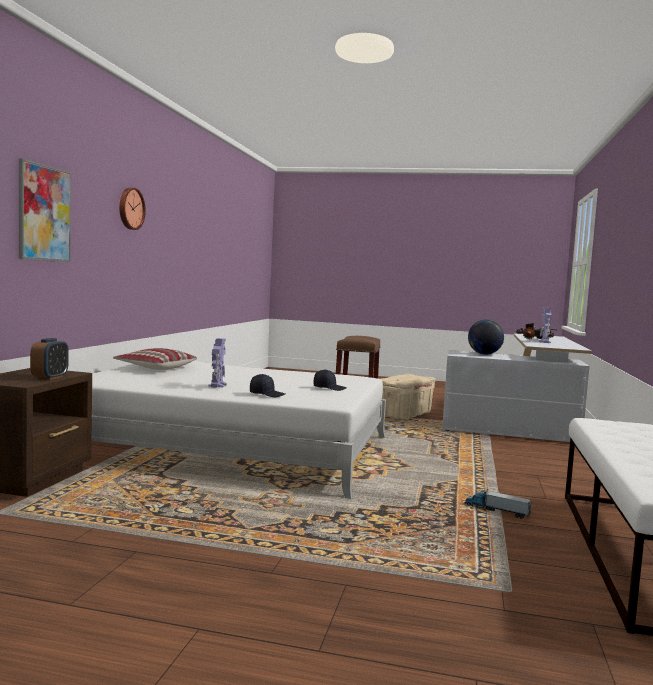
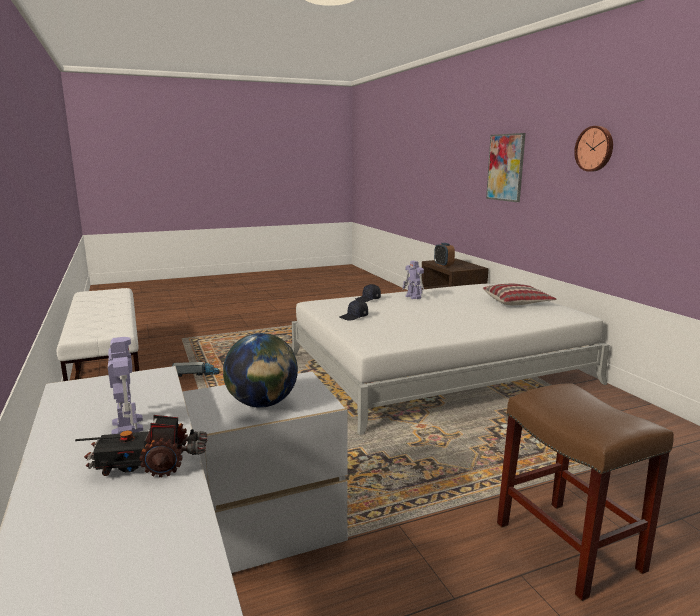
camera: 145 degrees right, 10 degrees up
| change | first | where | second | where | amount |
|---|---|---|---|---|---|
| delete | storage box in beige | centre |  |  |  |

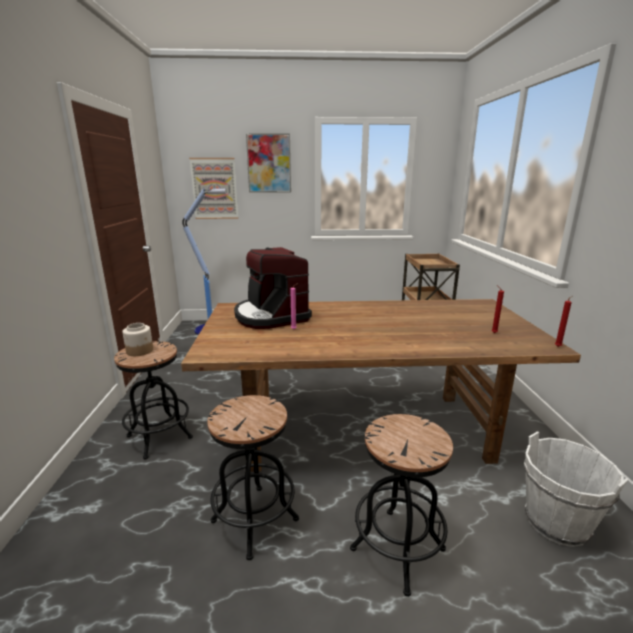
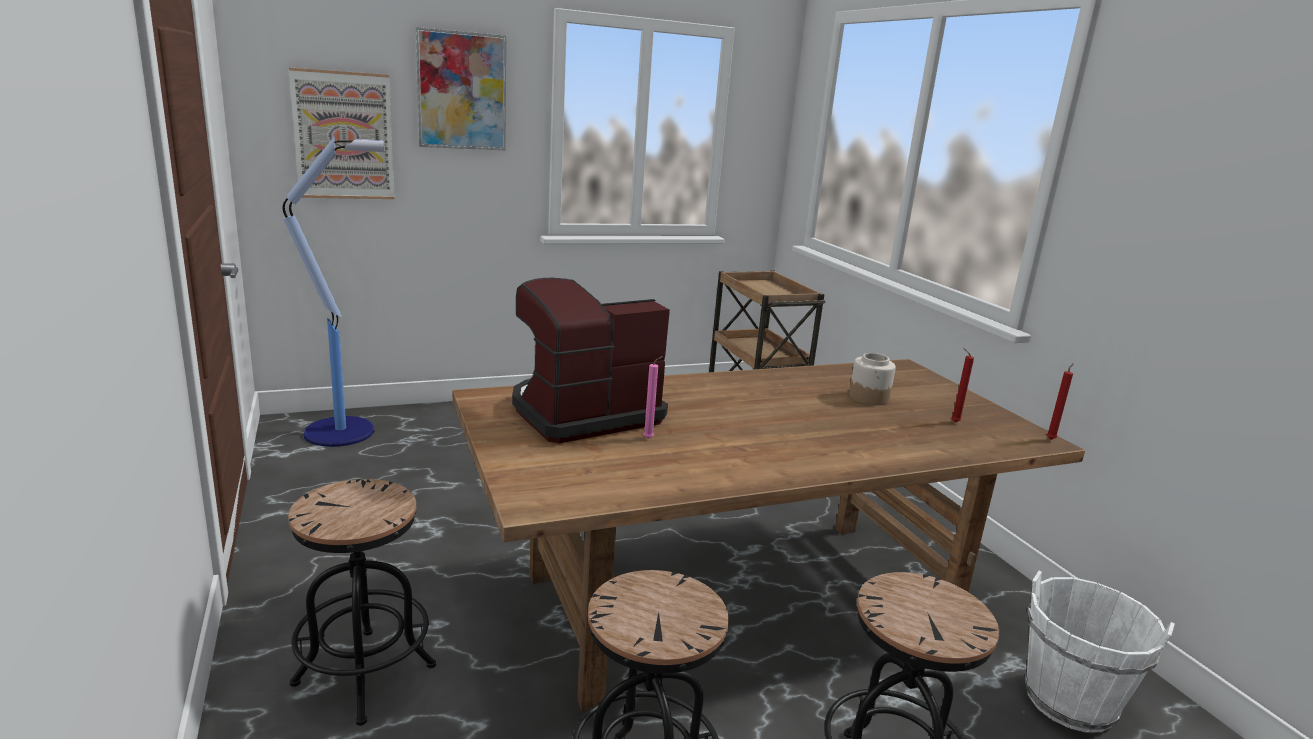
camera: 20 degrees left, 0 degrees up
| change | first | where | second | where | amount |
|---|---|---|---|---|---|
| move | jar | middle left |  | centre |  |
| rotate | coffee machine | centre |  | centre | 105 degrees clockwise |

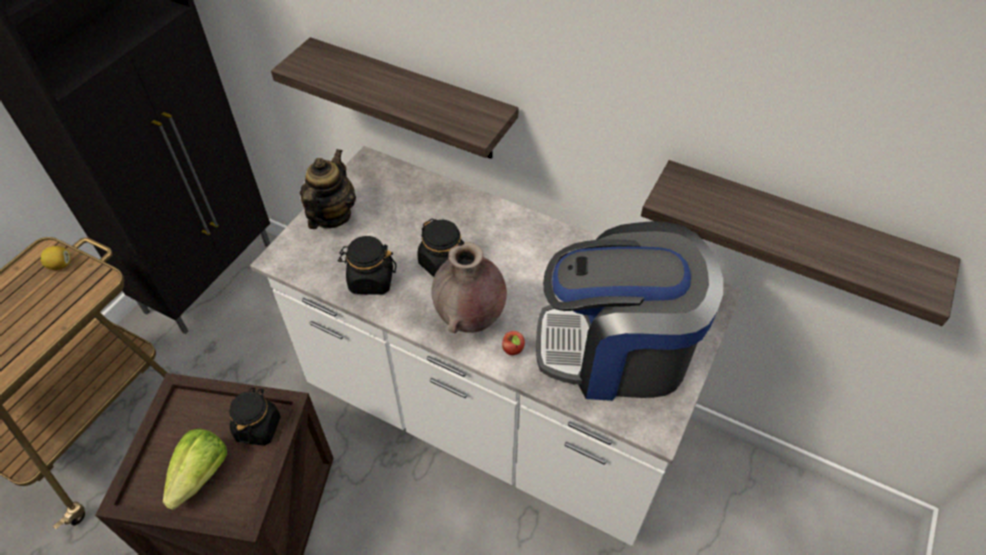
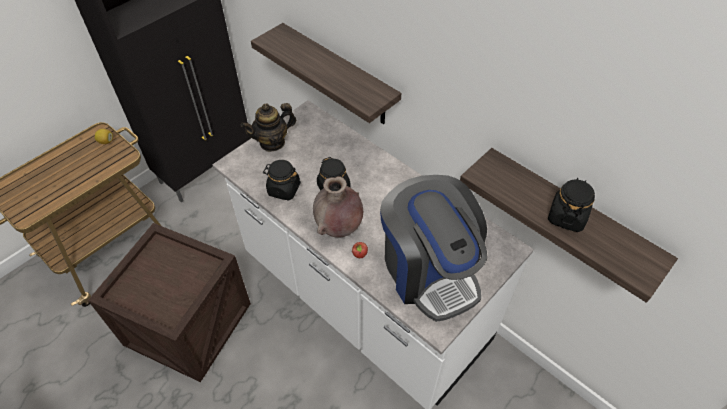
camera: 15 degrees right, 0 degrees up
| change | first | where | second | where | amount |
|---|---|---|---|---|---|
| delete | lettuce | bottom left |  |  |  |
| move | jar in black (1st from left in the first image) | bottom left | jar in black (3rd from left) | middle right |  |
| rotate | teapot | middle left |  | top centre | 150 degrees counterclockwise |
| rotate | coffee machine | centre |  | centre | 135 degrees counterclockwise |

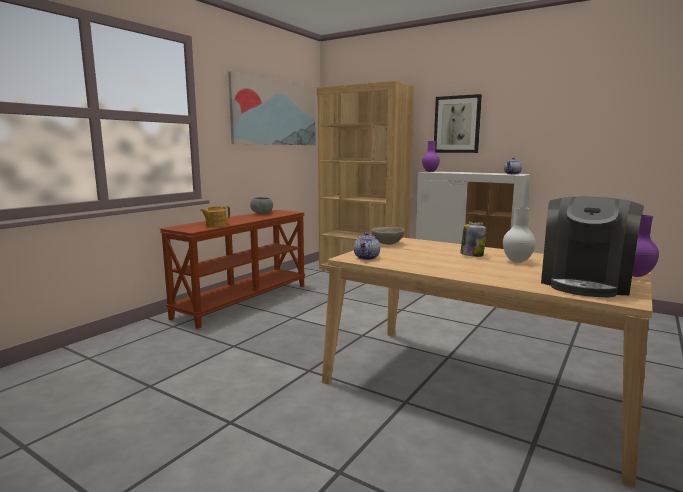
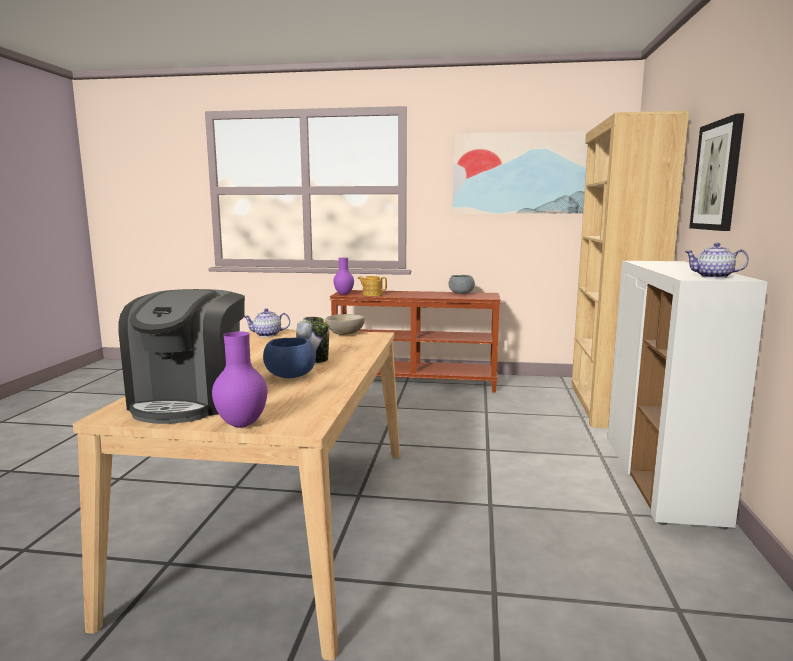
camera: 65 degrees right, 0 degrees up
| change | first | where | second | where | amount |
|---|---|---|---|---|---|
| move | vase in purple (1st from left in the first image) | top centre | vase in purple (2nd from left) | centre |  |
| replace | vase in white | middle right | bowl in blue | centre |  |
| rotate | coffee machine | middle right |  | middle left | 90 degrees counterclockwise |

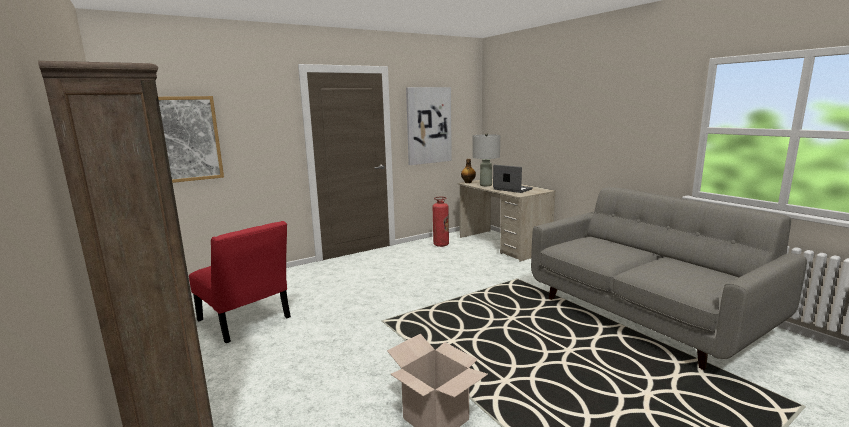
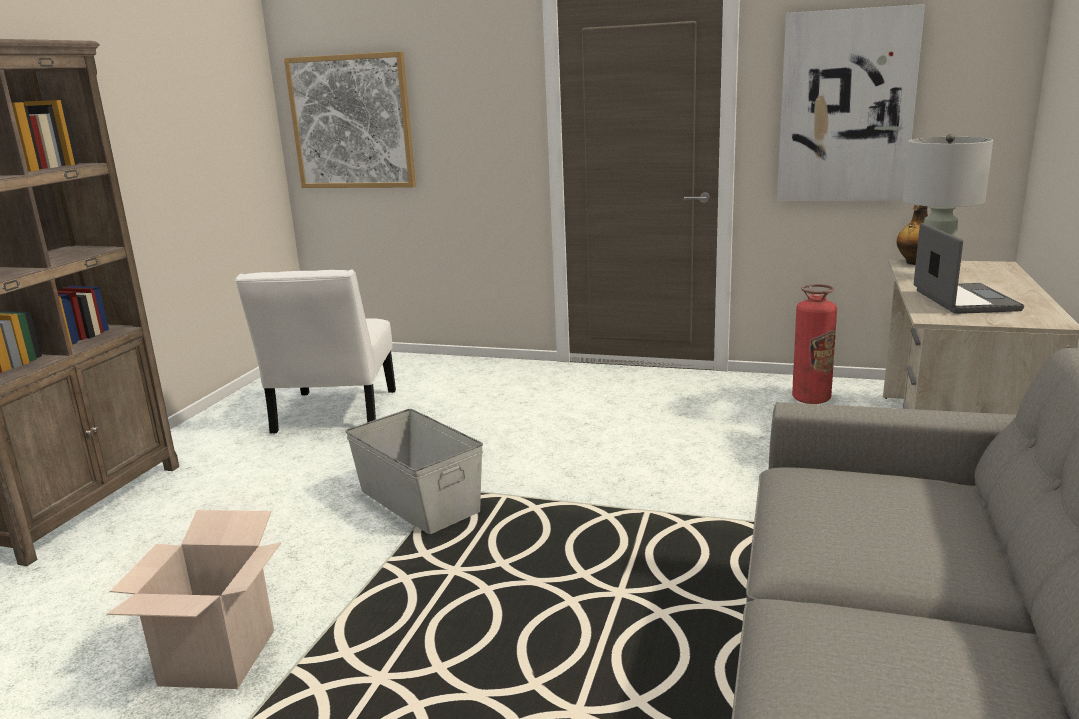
camera: 50 degrees right, 5 degrees up
| change | first | where | second | where | amount |
|---|---|---|---|---|---|
| recolor | chair in red | middle left | chair in white | middle left |  |
| insert |  |  | storage box in grey | centre |  |

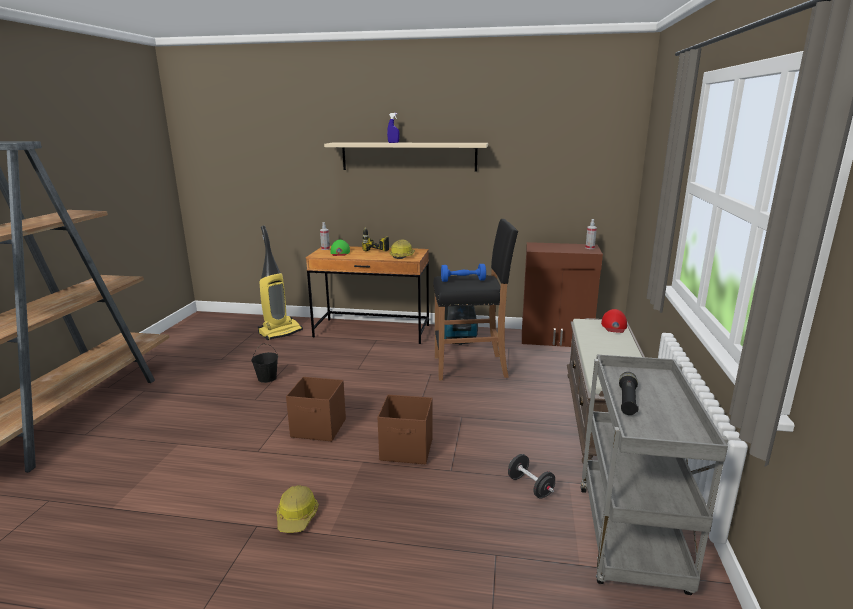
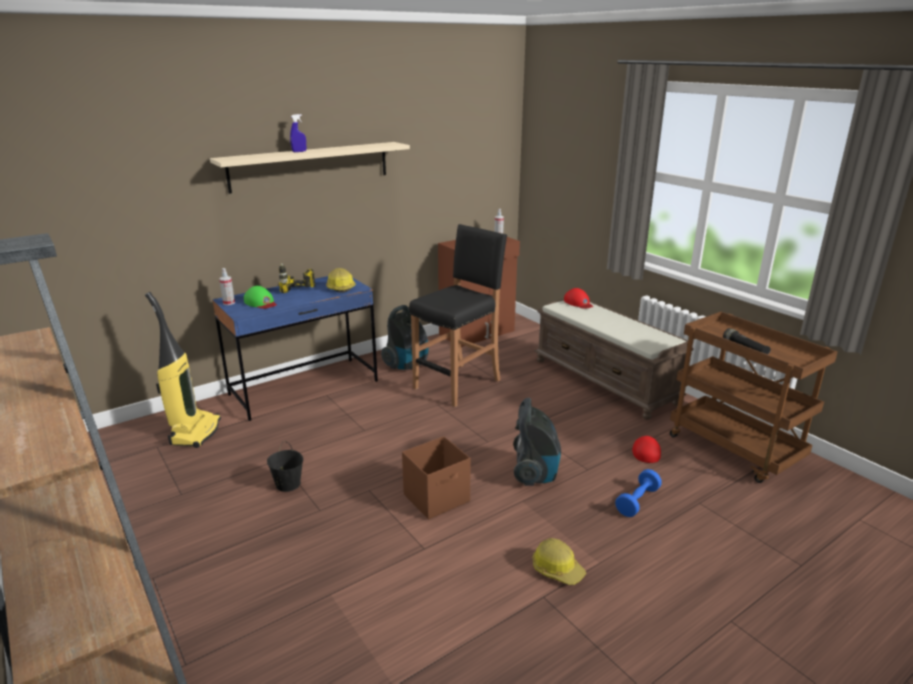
camera: 45 degrees left, 5 degrees up
| change | first | where | second | where | amount |
|---|---|---|---|---|---|
| recolor | desk in brown | centre | desk in blue | middle left |  |
| replace | storage box in brown (2nd from left) | bottom centre | vacuum cleaner (3rd from left) | centre |  |
| move | dumbbell in blue | centre |  | bottom right |  |
| replace | dumbbell in black | bottom centre | cap in red (2nd from left) | middle right |  |
| recolor | cart in grey | bottom right | cart in brown | middle right |  |

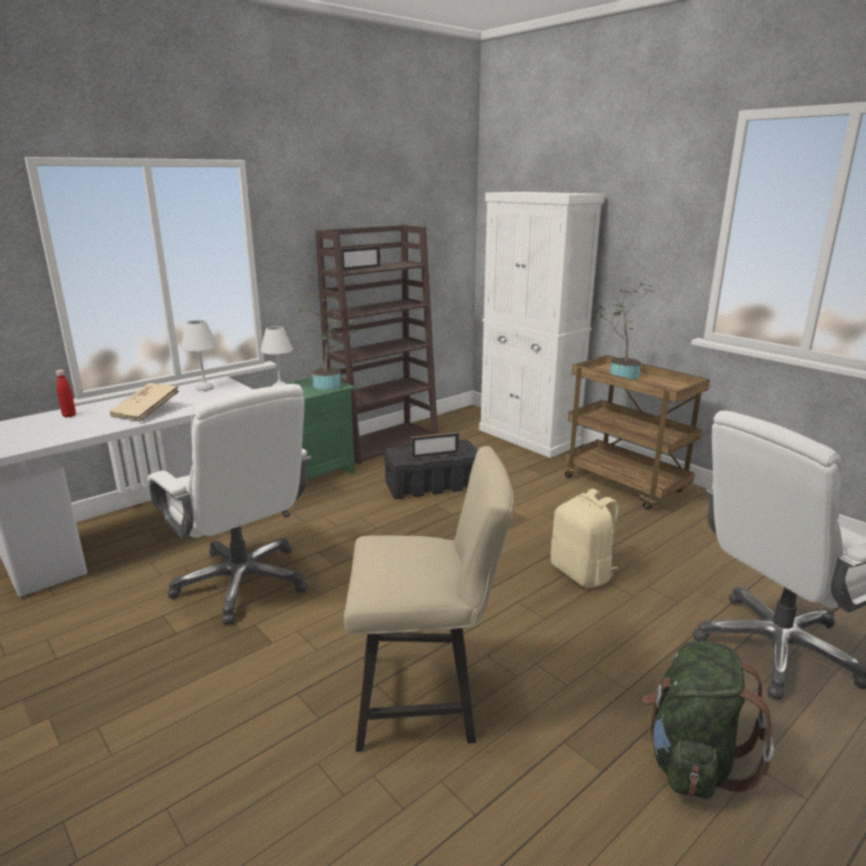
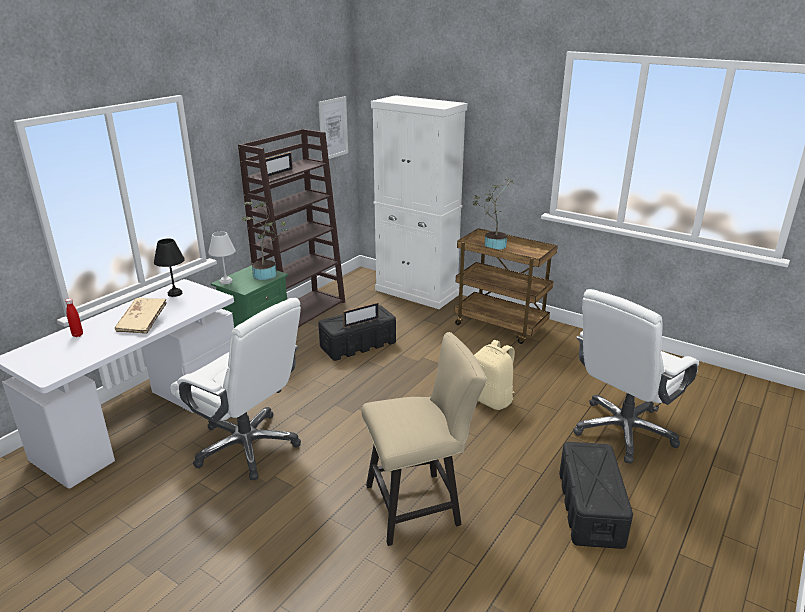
camera: 15 degrees left, 5 degrees up
| change | first | where | second | where | amount |
|---|---|---|---|---|---|
| recolor | table lamp in white (1st from left) | middle left | table lamp in black | middle left |  |
| replace | backpack in green | bottom right | storage box in black (2nd from left) | bottom right |  |
| insert |  |  | picture | top centre |  |

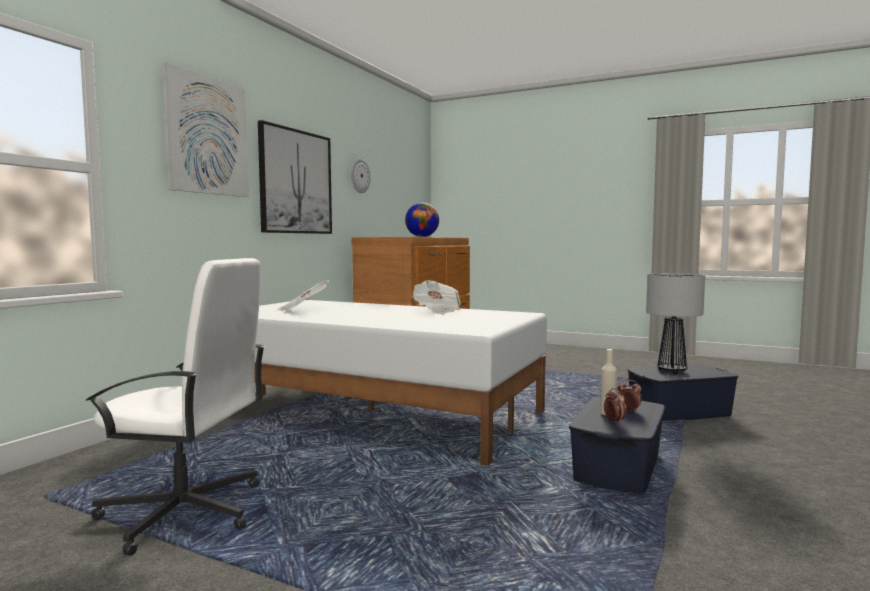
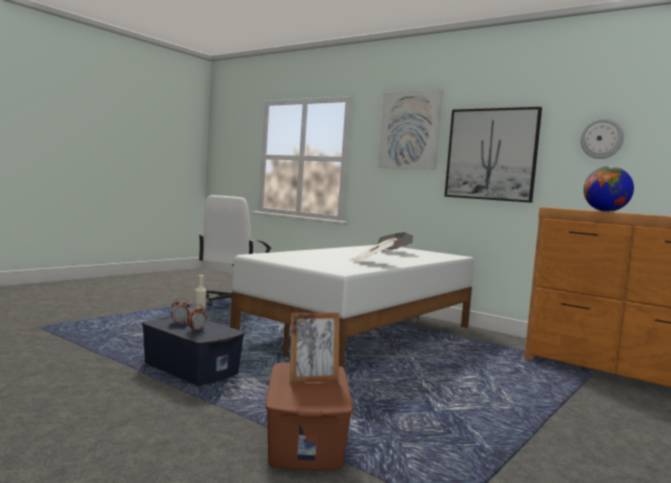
camera: 100 degrees right, 0 degrees up
| change | first | where | second | where | amount |
|---|---|---|---|---|---|
| recolor | storage box in blue (2nd from left) | middle right | storage box in brown | bottom centre |  |
| replace | table lamp | middle right | picture frame | bottom centre |  |

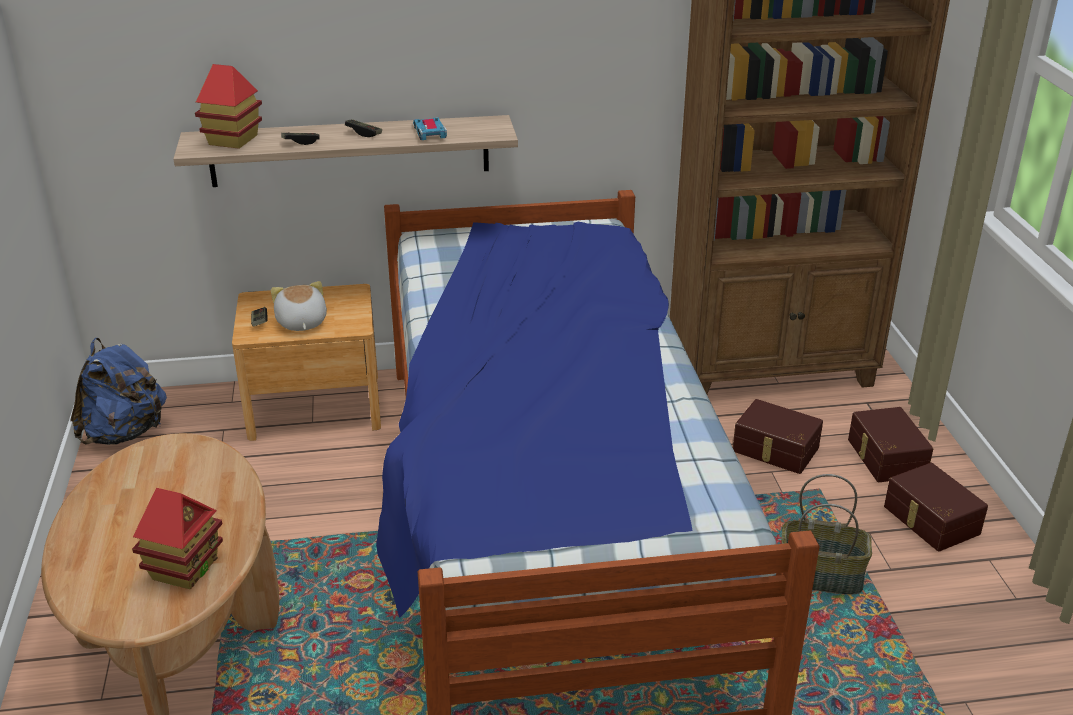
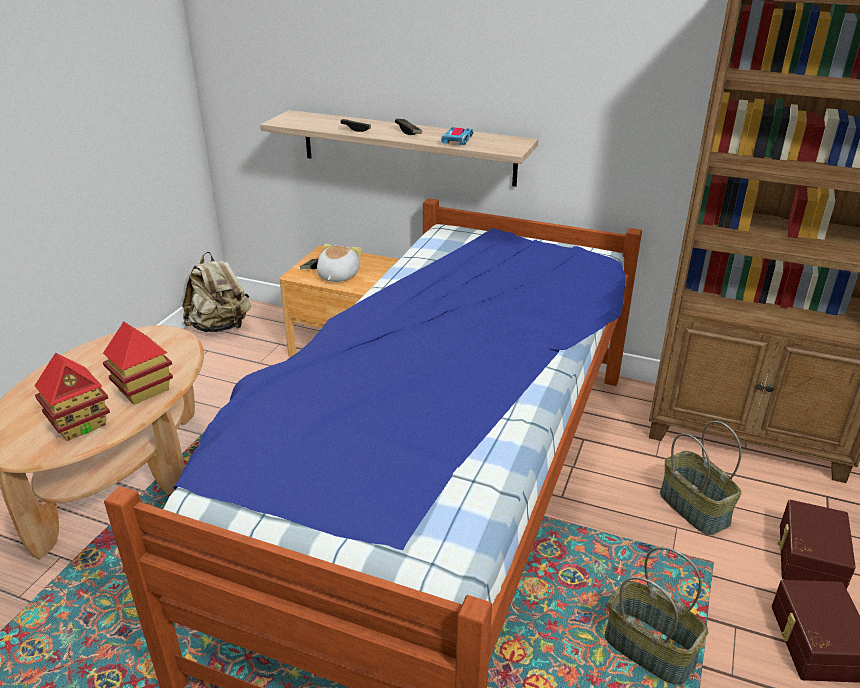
camera: 30 degrees right, 0 degrees up
| change | first | where | second | where | amount |
|---|---|---|---|---|---|
| recolor | backpack in blue | middle left | backpack in beige | middle left |  |
| move | toy house (2nd from left) | top left |  | middle left |  |
| replace | storage box in brown (1st from left) | middle right | basket (2nd from left) | bottom right |  |

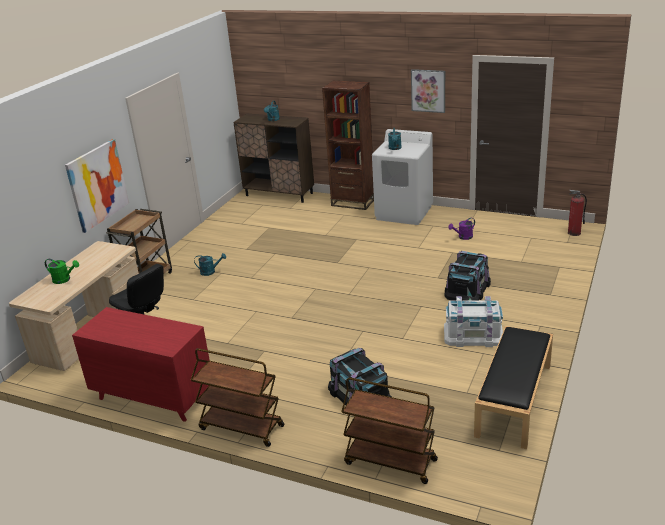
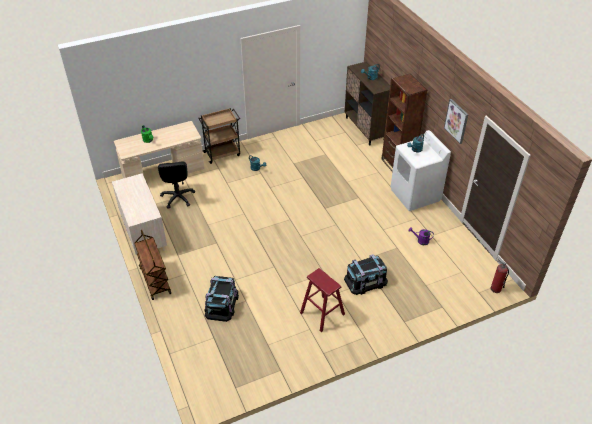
camera: 40 degrees right, 15 degrees up
| change | first | where | second | where | amount |
|---|---|---|---|---|---|
| delete | picture (1st from left) | middle left |  |  |  |
| recolor | dresser in red | bottom left | dresser in beige | middle left |  |
| delete | cart in brown (3rd from left) | bottom centre |  |  |  |
| replace | storage box in white | middle right | stool in red | bottom centre |  |
| delete | bench in black | bottom right |  |  |  |

